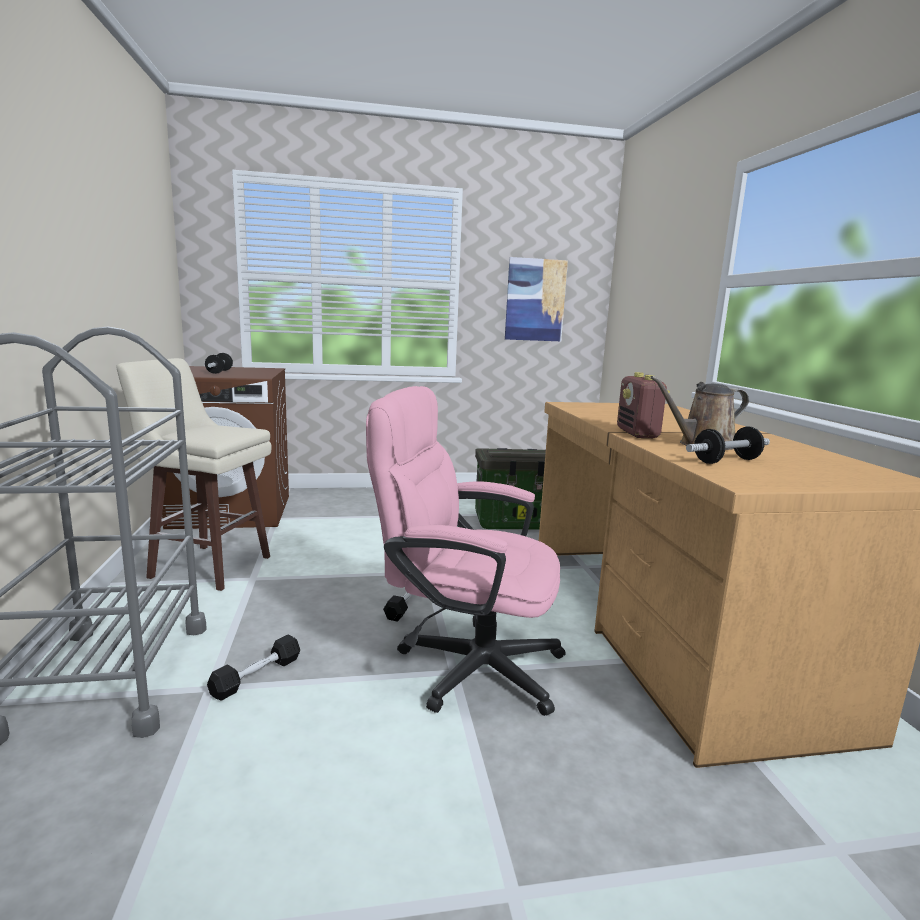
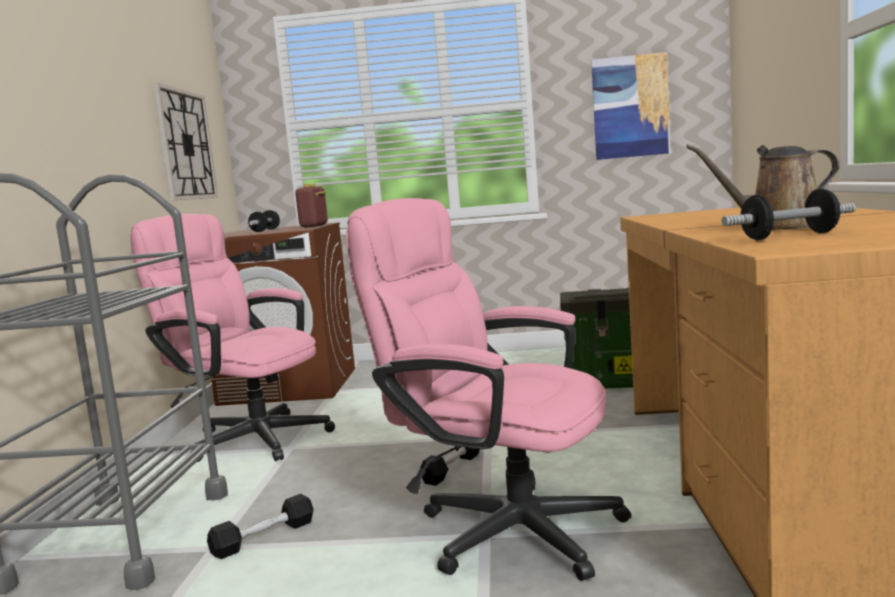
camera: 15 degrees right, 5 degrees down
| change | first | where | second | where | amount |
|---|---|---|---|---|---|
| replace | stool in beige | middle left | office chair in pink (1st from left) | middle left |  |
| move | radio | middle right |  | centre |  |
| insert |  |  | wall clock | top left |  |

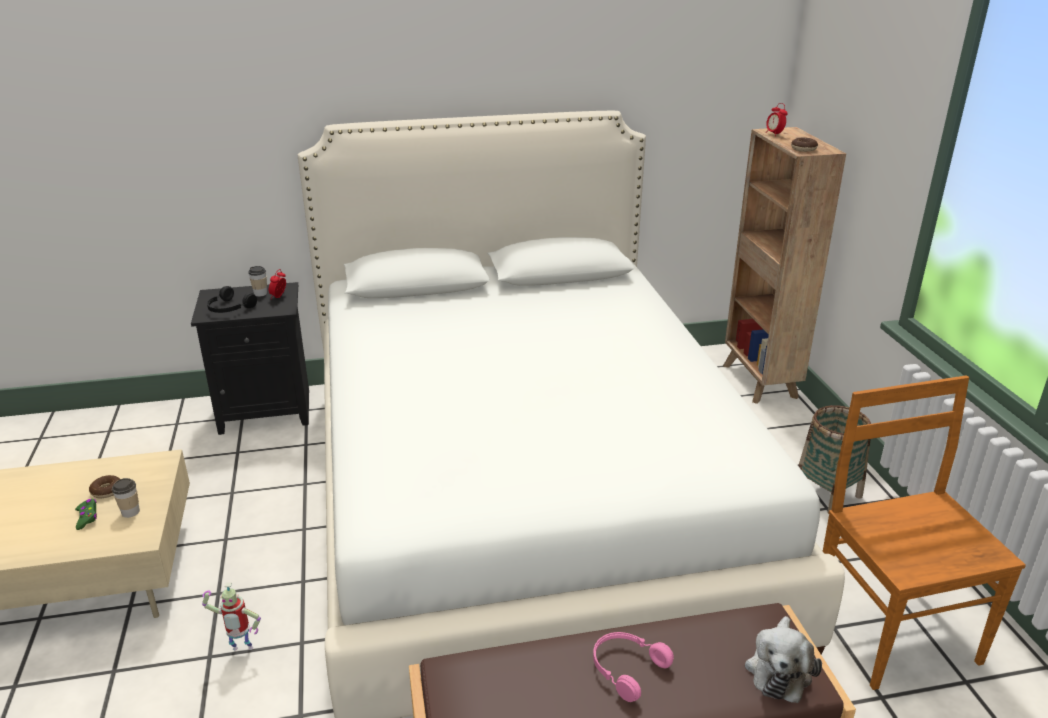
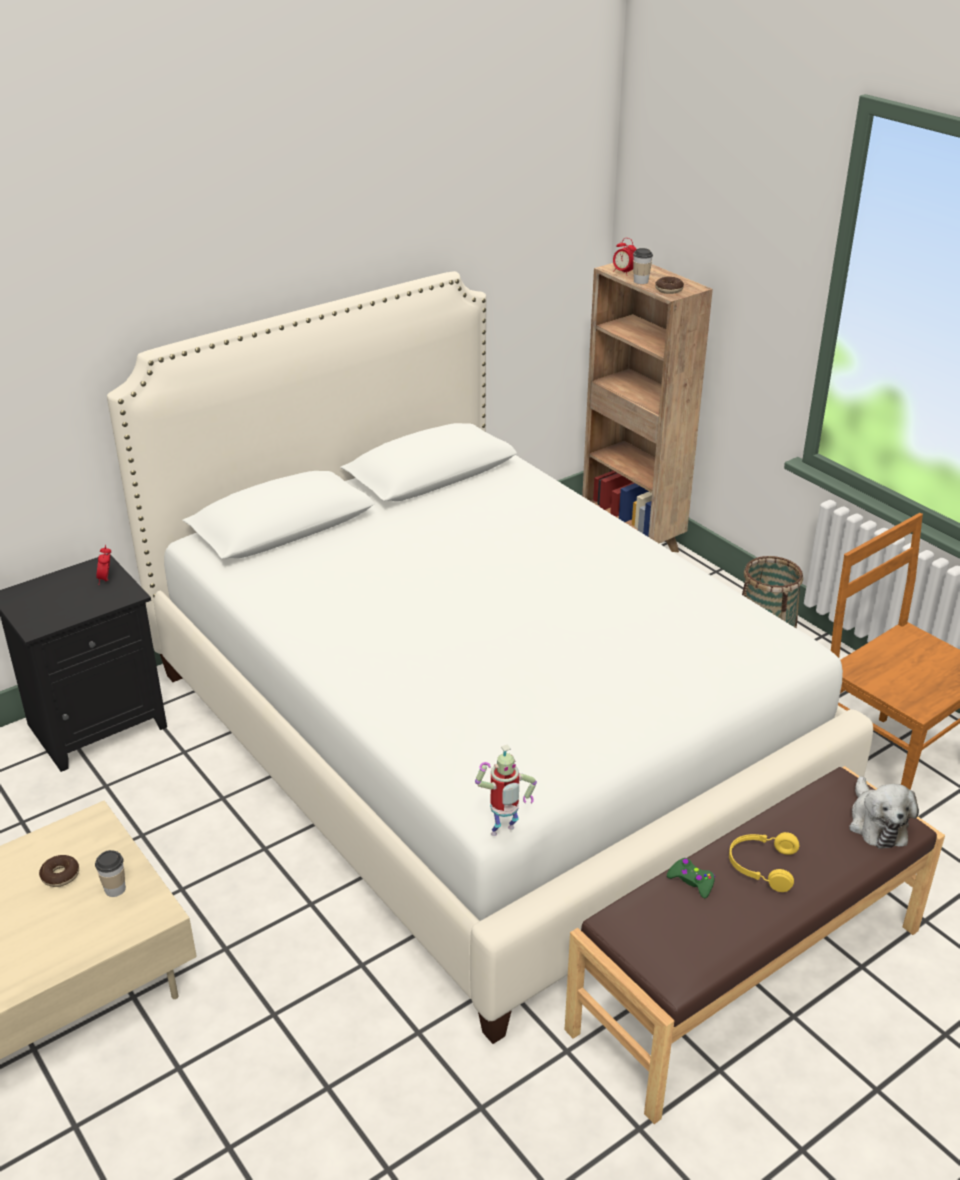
camera: 25 degrees left, 5 degrees up
| change | first | where | second | where | amount |
|---|---|---|---|---|---|
| move | game controller in green | bottom left |  | bottom right |  |
| move | toy robot | bottom left |  | bottom centre |  |
| delete | headphones in black | middle left |  |  |  |
| move | cup (2nd from left) | middle left |  | top right |  |
| recolor | headphones in pink | bottom centre | headphones in yellow | bottom right |  |

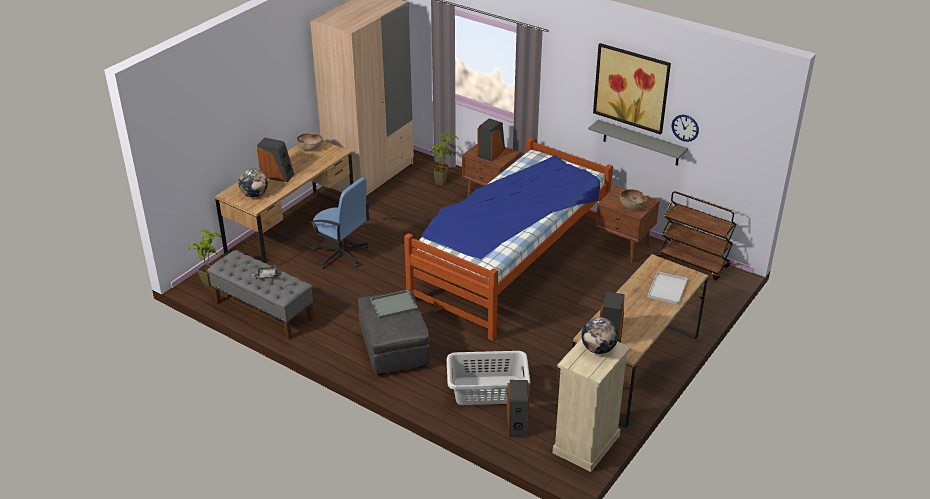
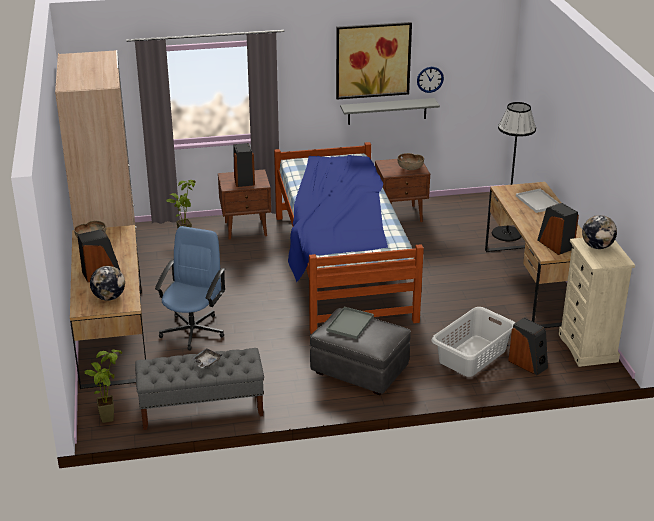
camera: 45 degrees left, 5 degrees down
| change | first | where | second | where | amount |
|---|---|---|---|---|---|
| rotate | office chair in blue | centre |  | middle left | 60 degrees counterclockwise |
| delete | cart in brown | middle right |  |  |  |
| insert |  |  | floor lamp in black | top right |  |

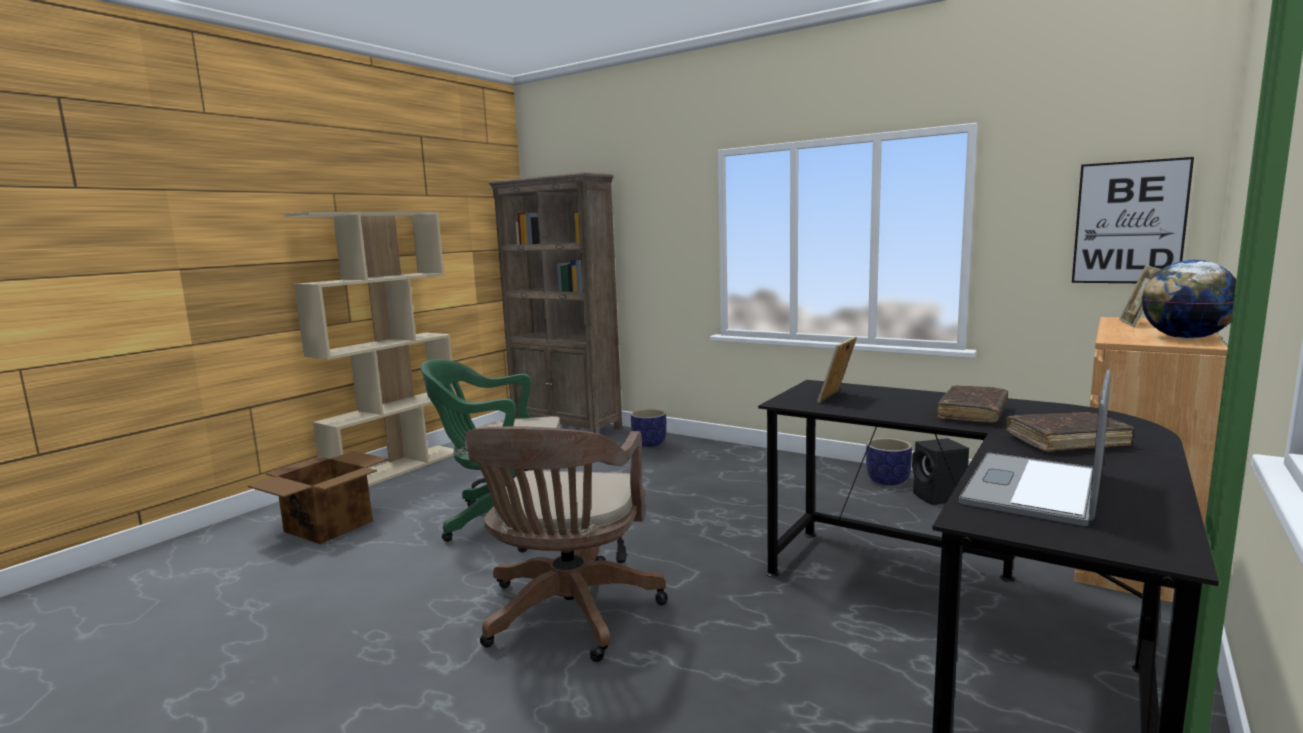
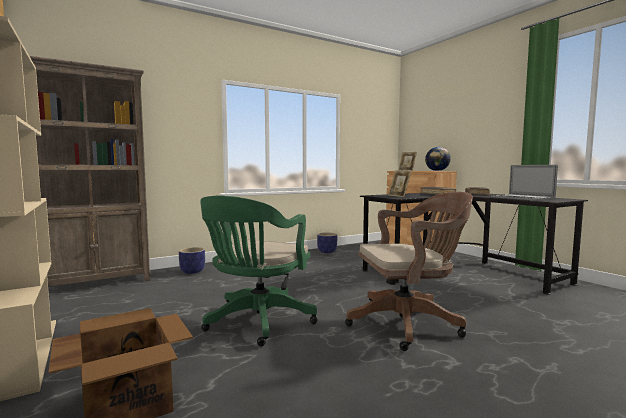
camera: 65 degrees left, 5 degrees down
| change | first | where | second | where | amount |
|---|---|---|---|---|---|
| rotate | office chair in brown | bottom centre |  | centre | 45 degrees counterclockwise |
| delete | speaker in black | middle right |  |  |  |
| delete | picture | top right |  |  |  |

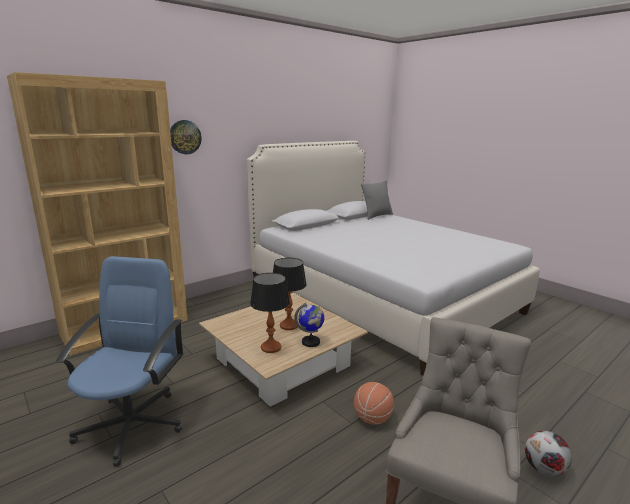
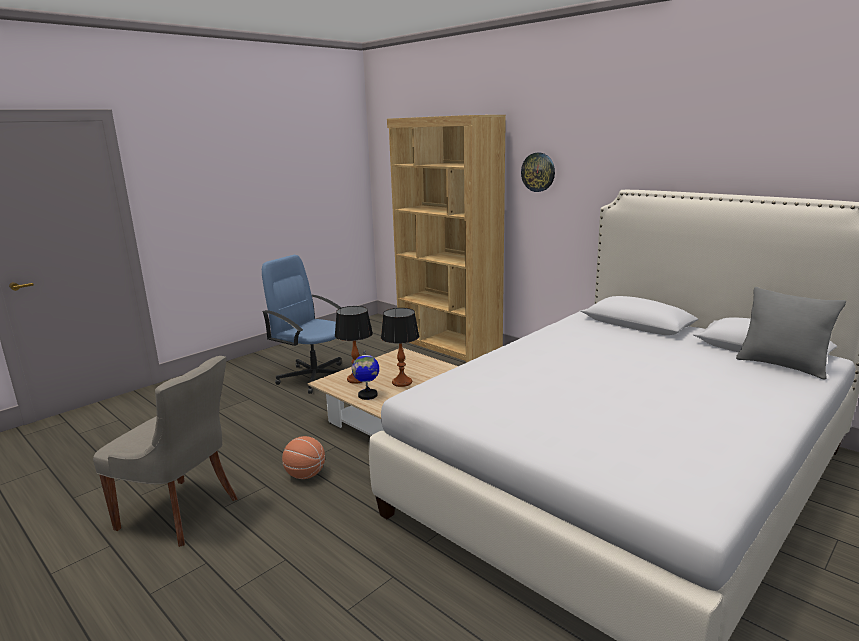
camera: 85 degrees right, 0 degrees up
| change | first | where | second | where | amount |
|---|---|---|---|---|---|
| rotate | office chair in blue | bottom left |  | centre | 150 degrees counterclockwise |
| delete | football | bottom right |  |  |  |

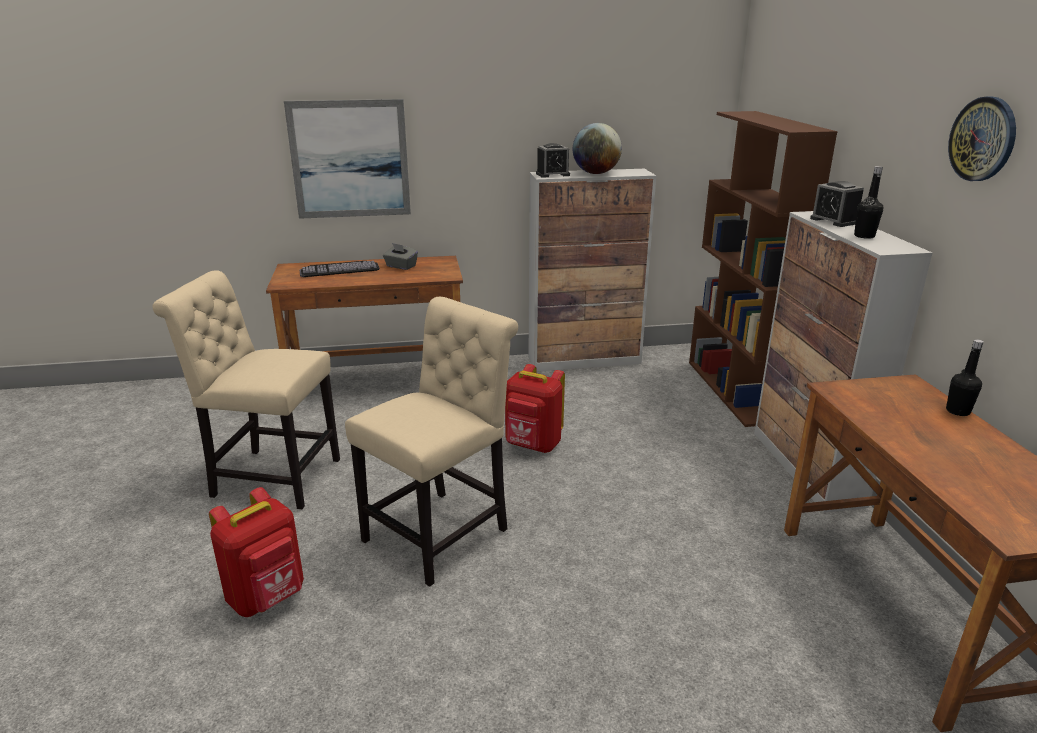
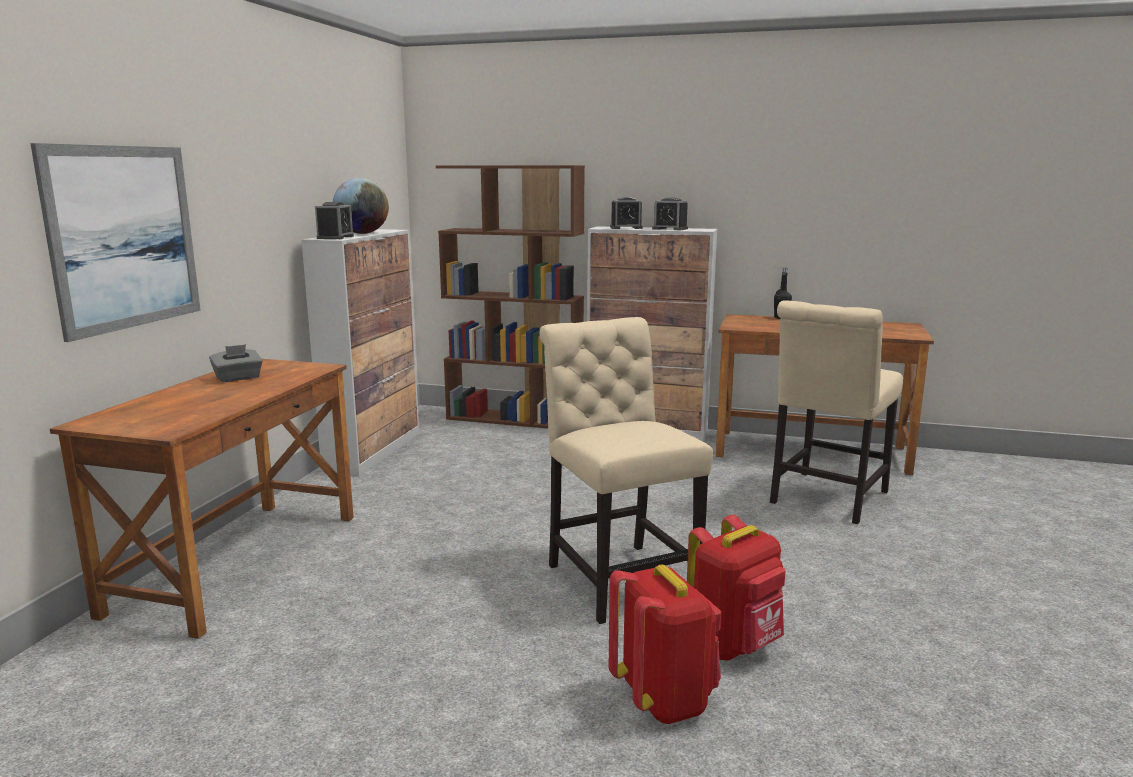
camera: 65 degrees left, 10 degrees down
| change | first | where | second | where | amount |
|---|---|---|---|---|---|
| move | chair in beige (1st from left in the first image) | middle left | chair in beige (2nd from left) | middle right |  |
| delete | keyboard | middle left |  |  |  |
| move | backpack in red (2nd from left) | centre |  | bottom centre |  |
| replace | bottle in black (1st from left) | top right | alarm clock (3rd from left) | top centre |  |
| delete | wall clock | top right |  |  |  |

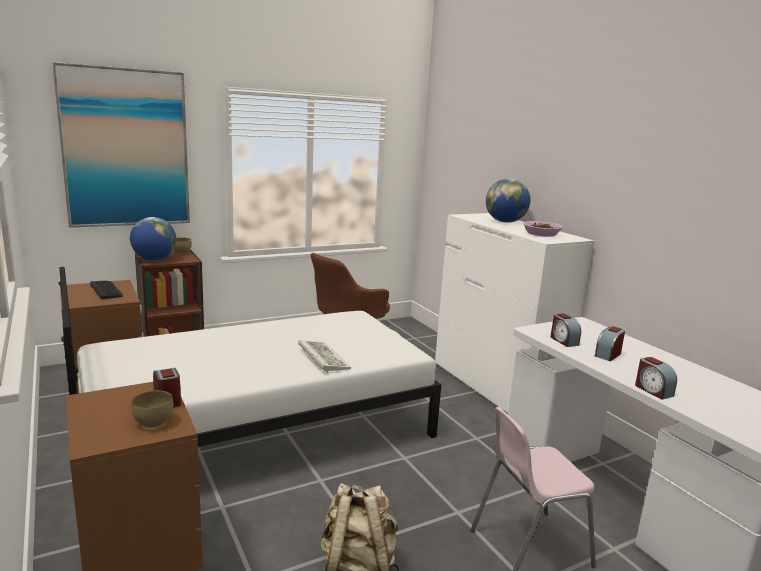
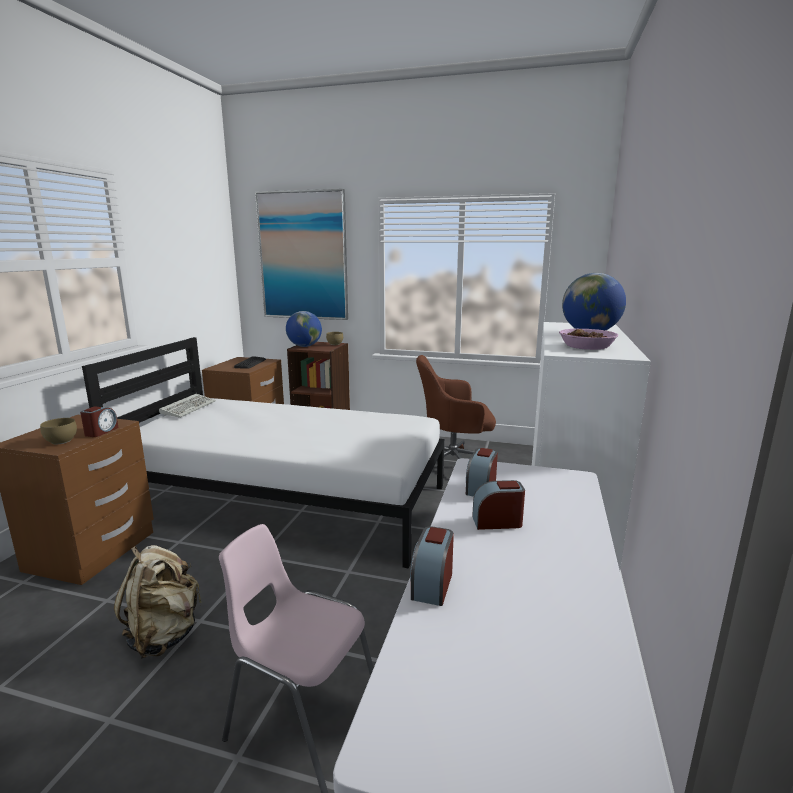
camera: 45 degrees right, 0 degrees up
| change | first | where | second | where | amount |
|---|---|---|---|---|---|
| move | keyboard (2nd from left in the first image) | centre | keyboard (1st from left) | middle left |  |

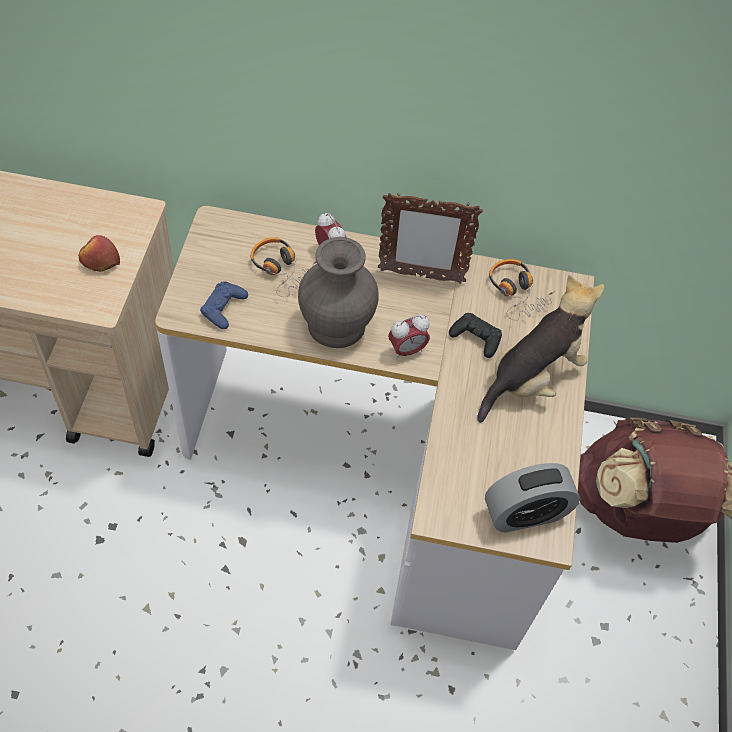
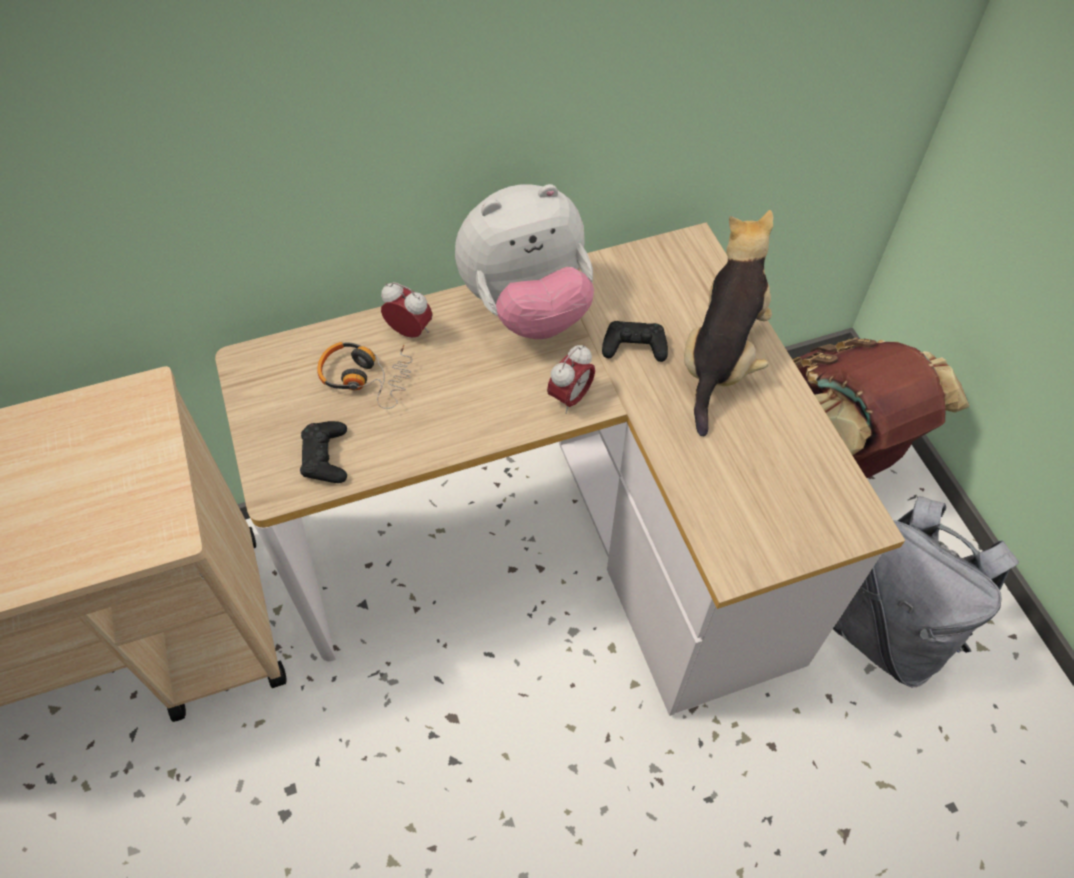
camera: 25 degrees left, 0 degrees up
| change | first | where | second | where | amount |
|---|---|---|---|---|---|
| delete | apple | middle left |  |  |  |
| recolor | game controller in blue | middle left | game controller in black (1st from left) | middle left |  |
| delete | vase in grey | centre |  |  |  |
| replace | picture frame | top centre | plush toy (1st from left) | top centre |  |
| delete | alarm clock (3rd from left) | bottom right |  |  |  |
| delete | headphones (2nd from left) | middle right |  |  |  |
| insert |  |  | backpack in grey | bottom right |  |

